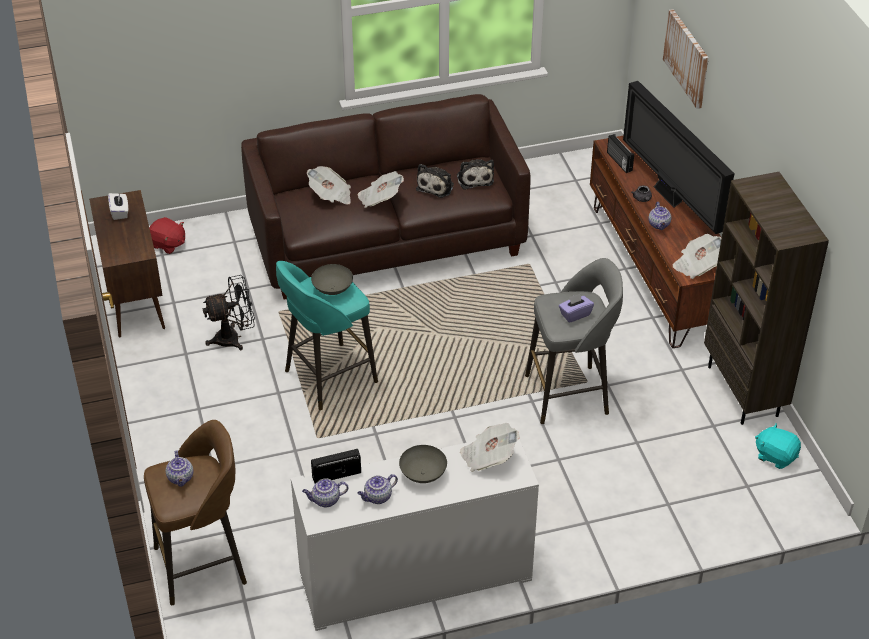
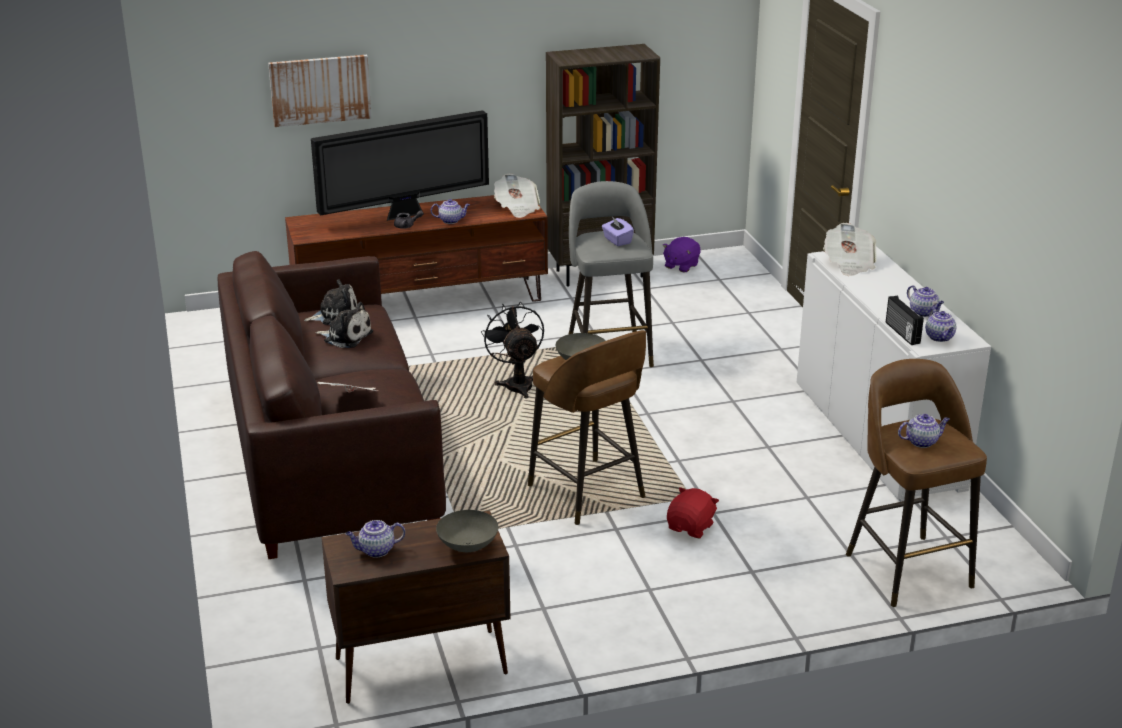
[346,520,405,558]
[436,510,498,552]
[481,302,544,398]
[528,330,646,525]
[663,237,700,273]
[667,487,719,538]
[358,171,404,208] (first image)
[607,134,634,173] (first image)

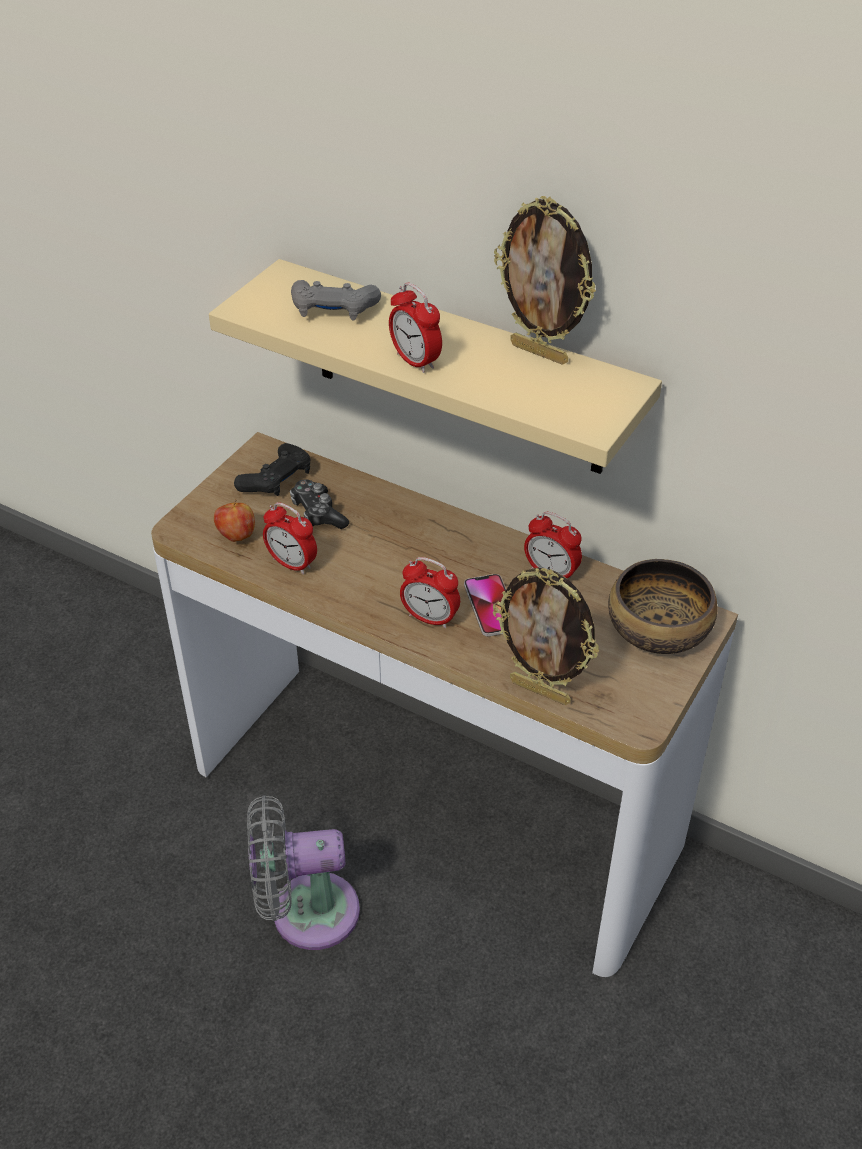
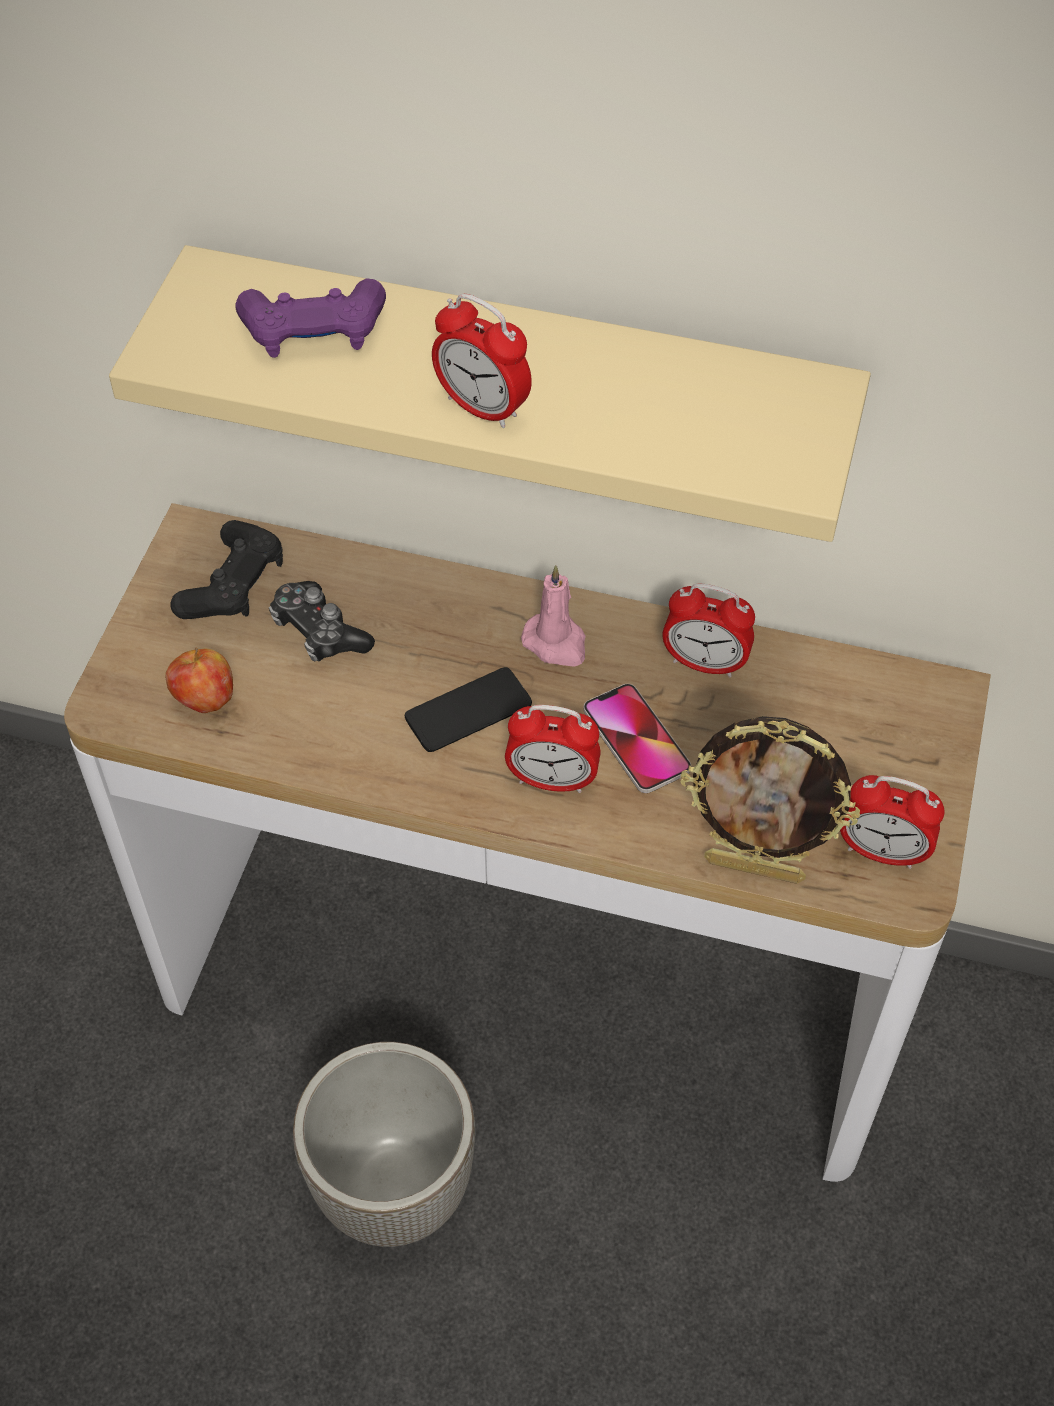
[235,278,386,358]
[293,1042,475,1247]
[405,667,532,752]
[521,565,586,667]
[840,775,944,869]
[494,196,596,365] (first image)
[608,559,718,654] (first image)

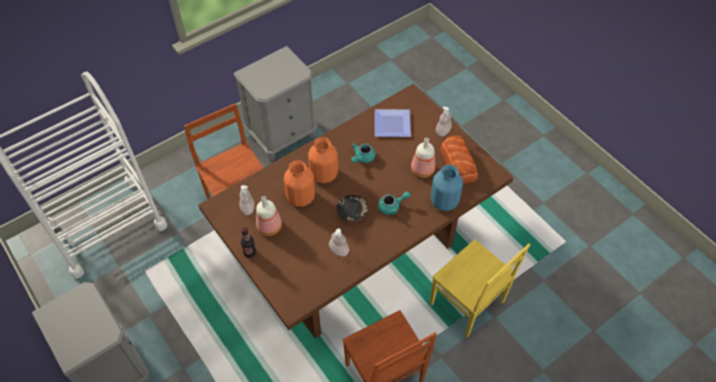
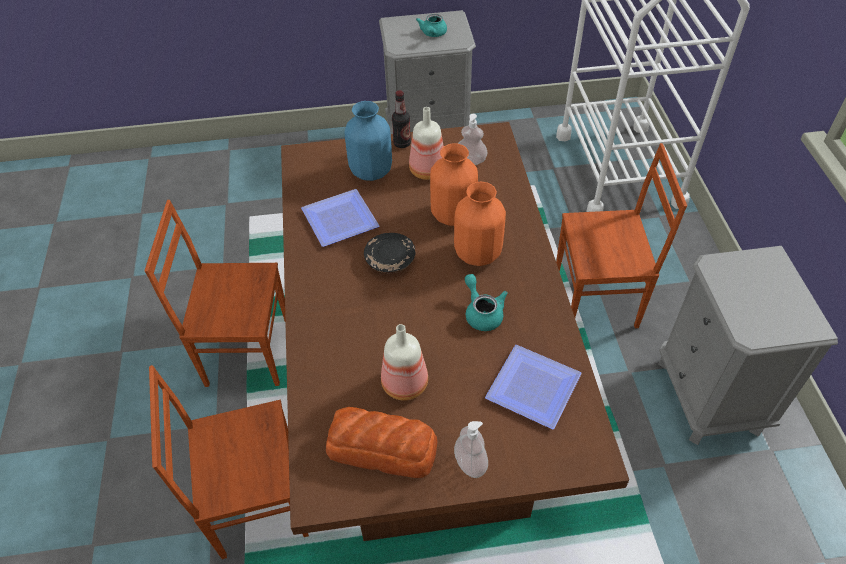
[149,365,309,559]
[301,189,379,247]
[344,101,392,181]
[416,14,447,37]

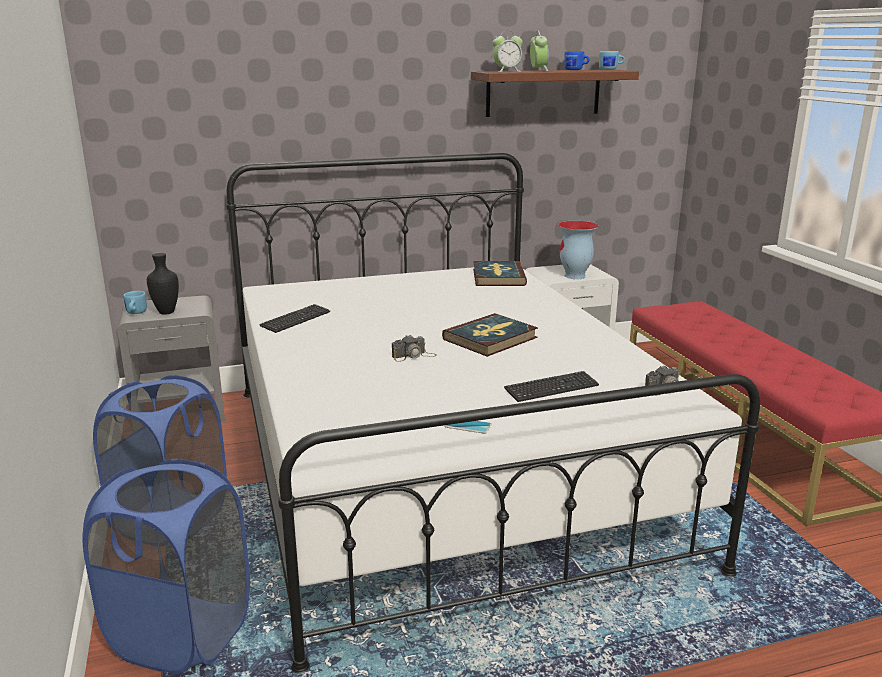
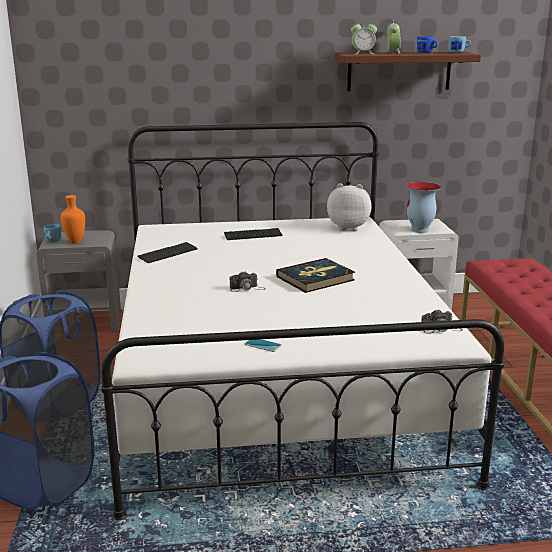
[61,195,85,244]
[224,228,282,240]
[327,183,372,231]

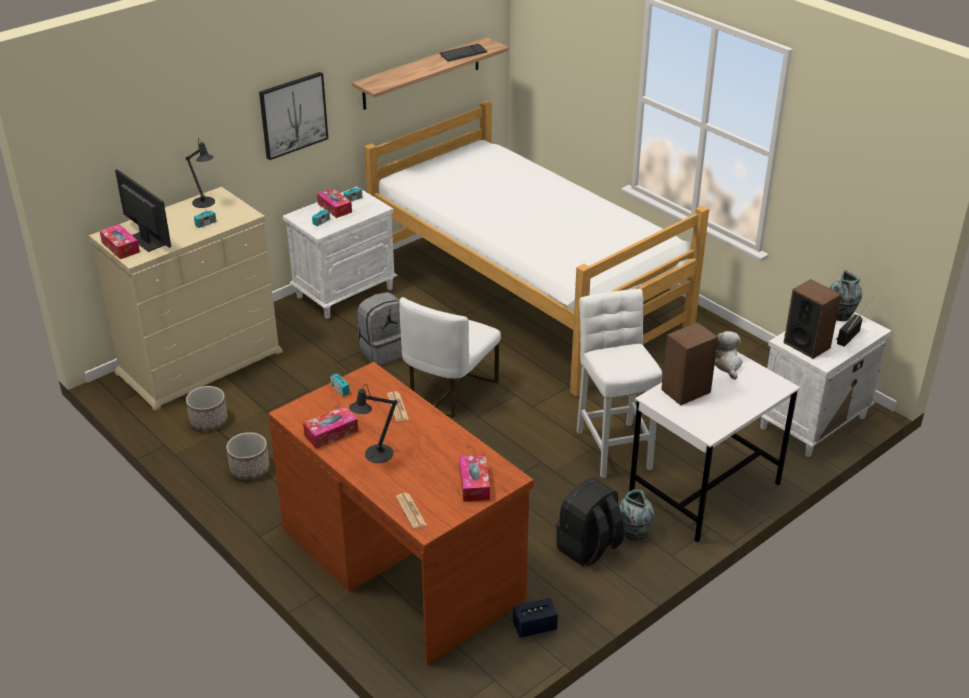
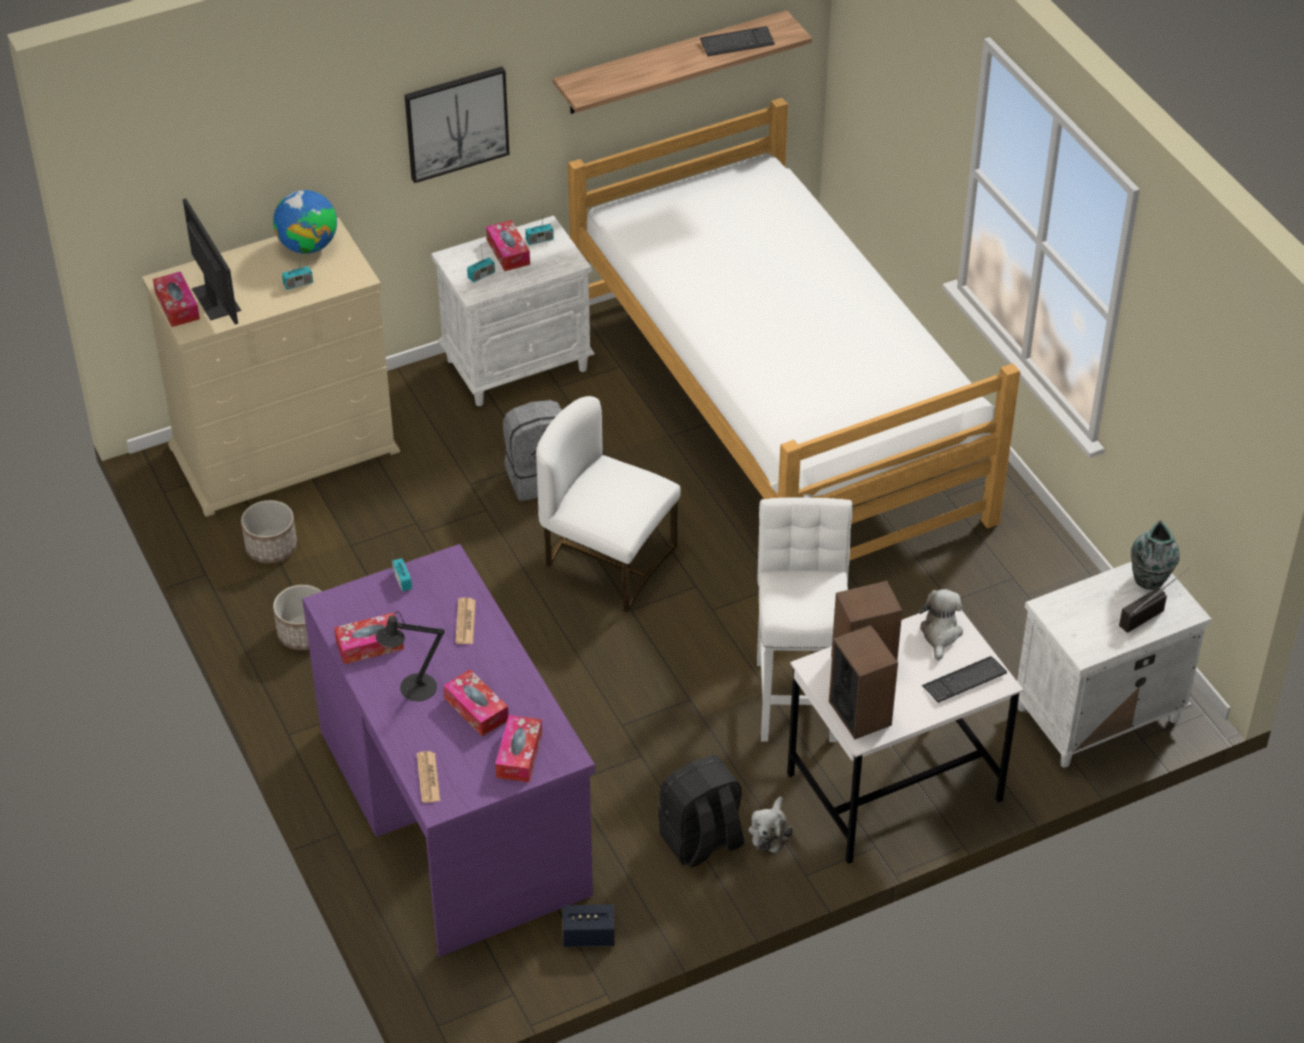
[273,190,337,254]
[302,544,595,957]
[444,669,508,736]
[536,396,681,612]
[749,796,793,853]
[829,625,898,739]
[922,656,1007,703]

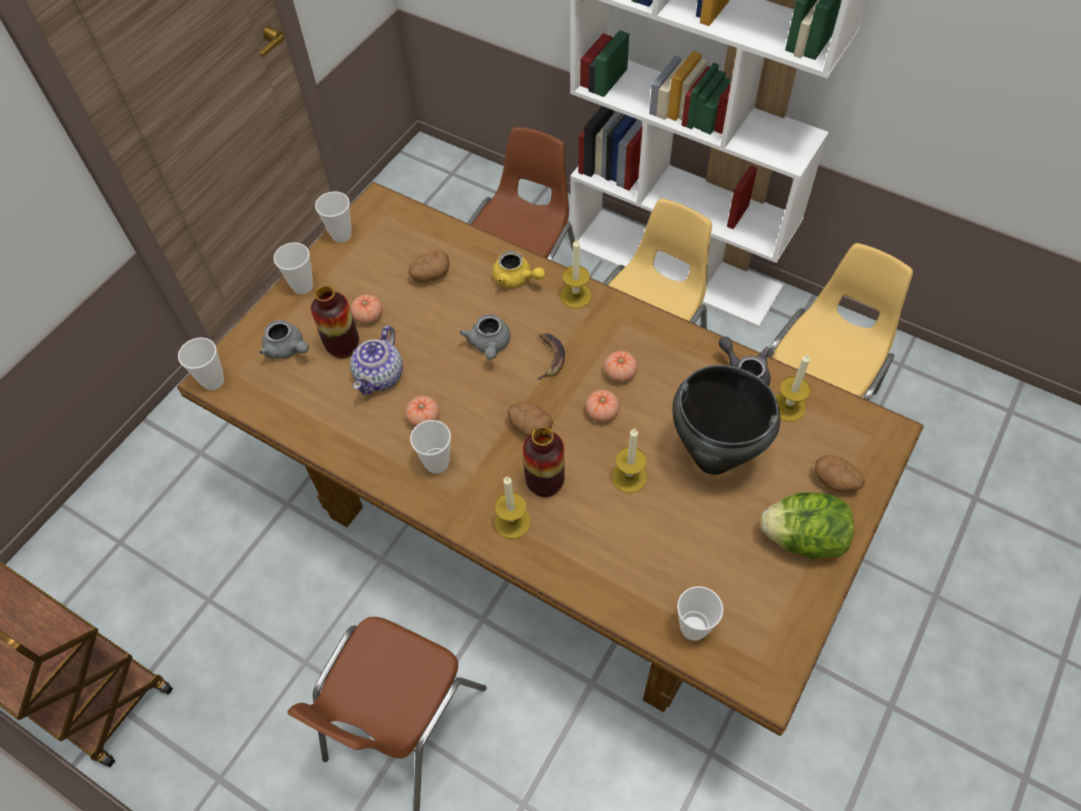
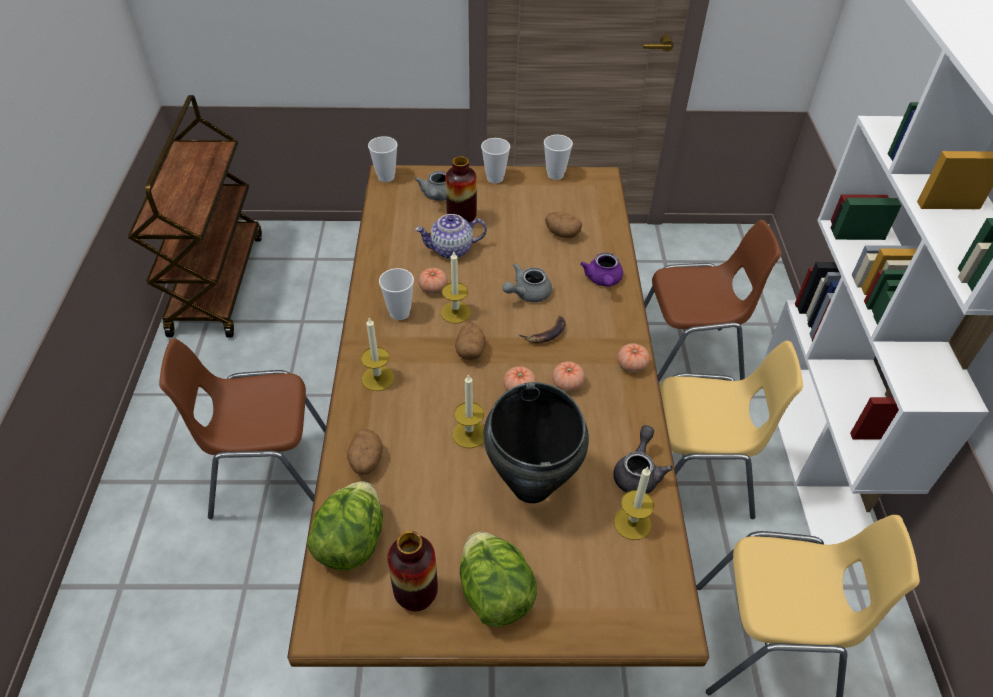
[307,481,383,571]
[347,429,383,475]
[387,531,438,611]
[441,252,471,323]
[580,252,623,287]
[617,343,650,373]

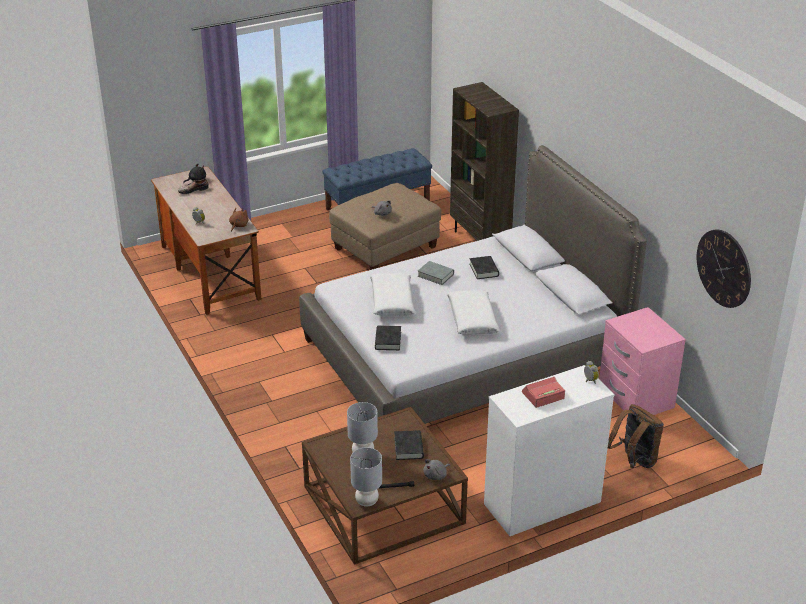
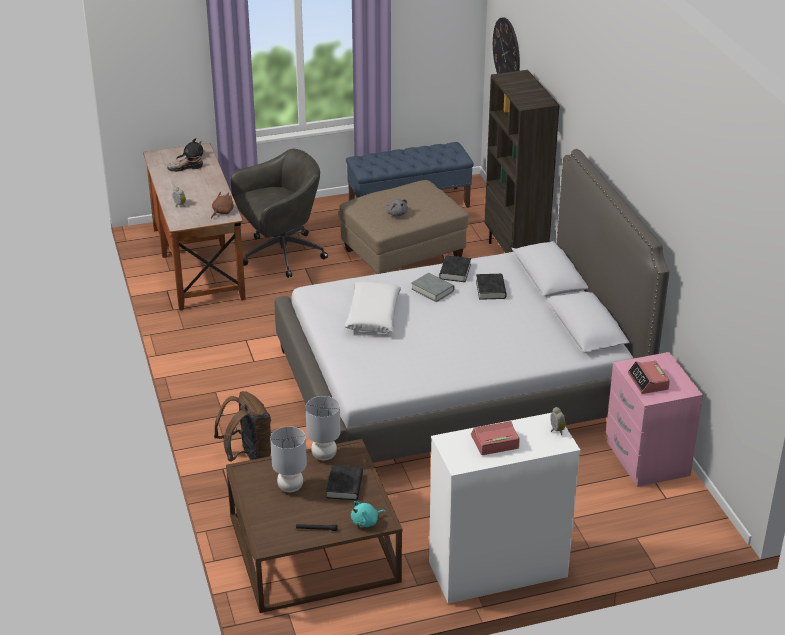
[214,391,271,461]
[231,149,328,278]
[305,396,341,461]
[351,501,386,527]
[439,255,471,282]
[493,17,520,74]
[628,360,670,394]
[447,290,500,335] (first image)

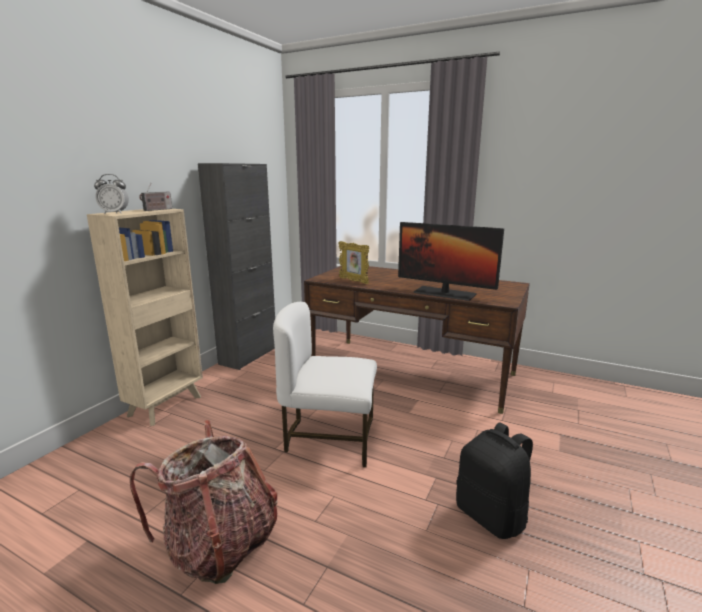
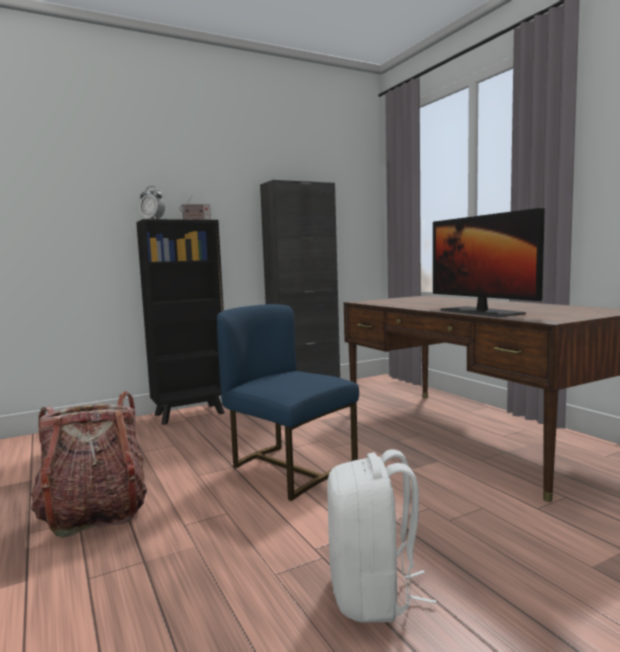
[136,219,225,425]
[217,304,359,501]
[327,449,437,623]
[339,241,369,284] (first image)

